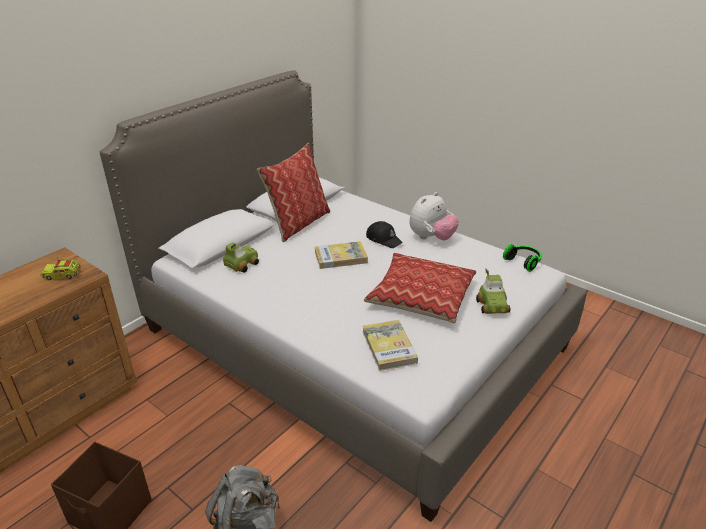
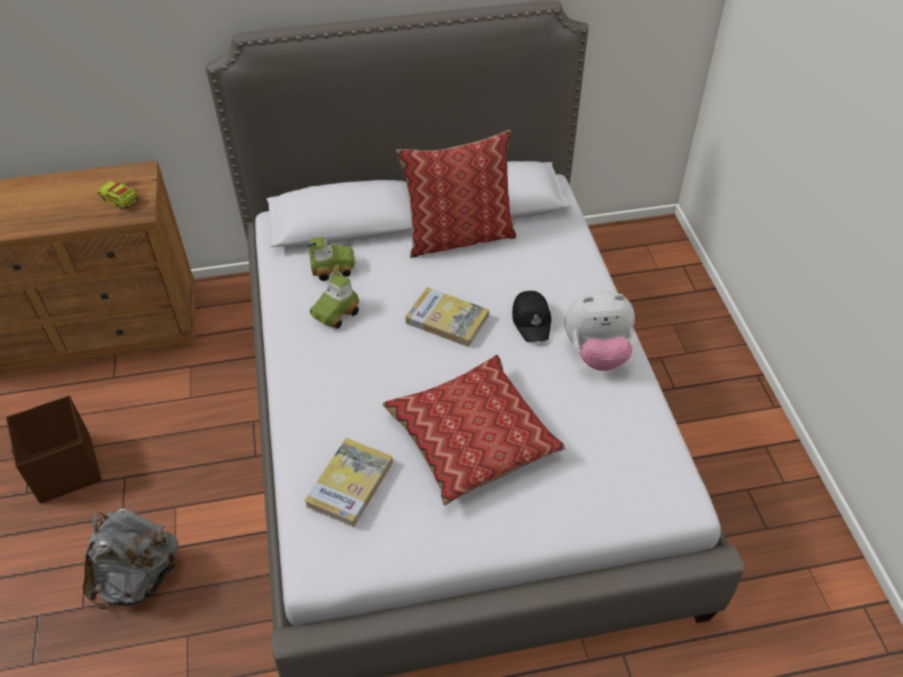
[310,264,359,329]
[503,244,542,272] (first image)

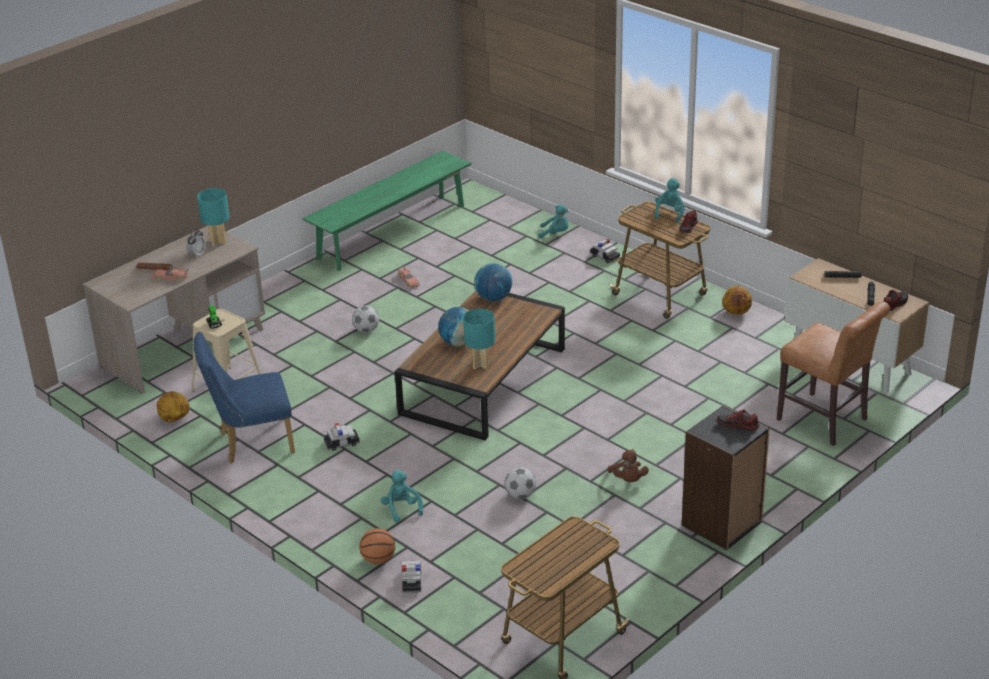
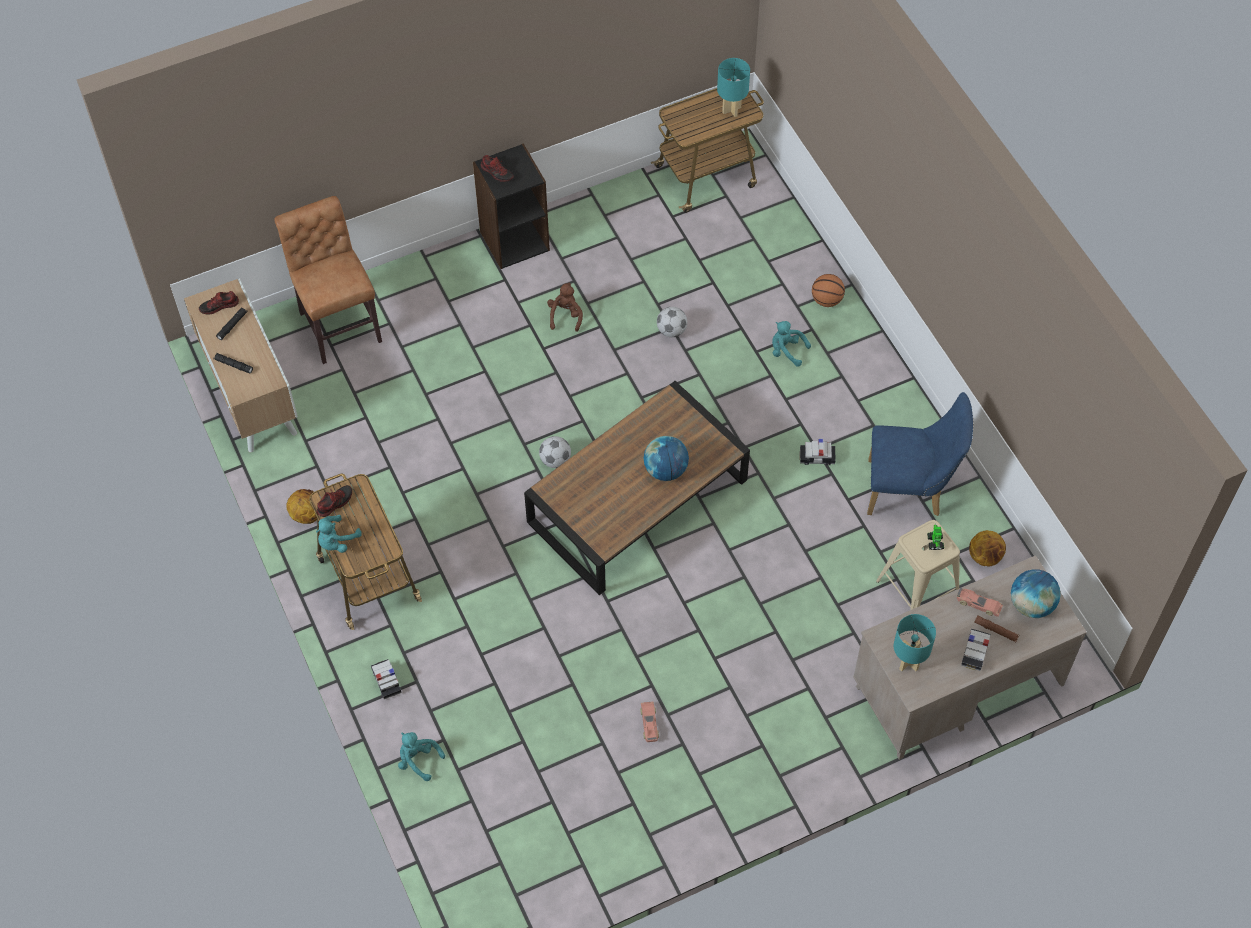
[539,436,571,468]
[717,58,750,117]
[772,321,811,367]
[961,629,990,671]
[1011,569,1061,618]
[187,229,206,257] (first image)
[302,151,471,271] (first image)

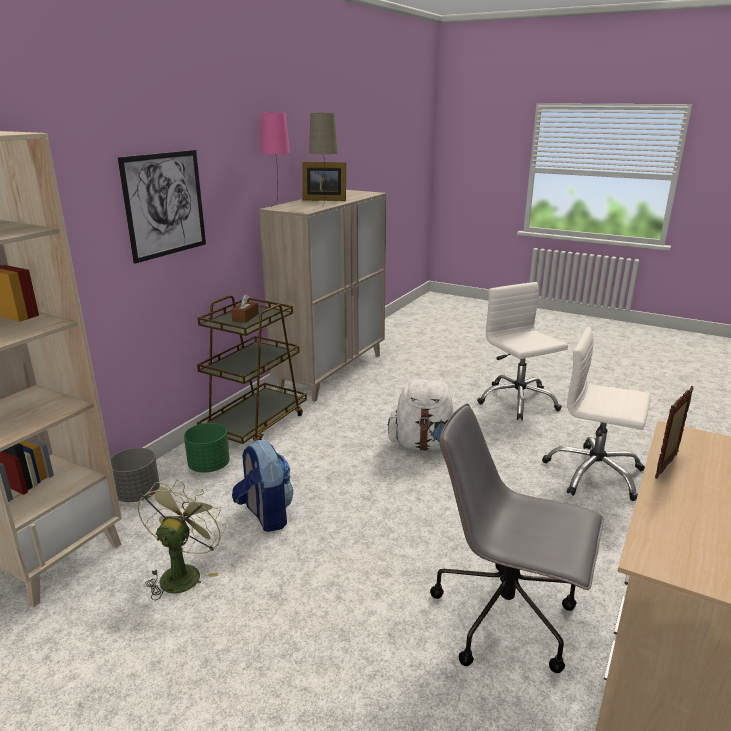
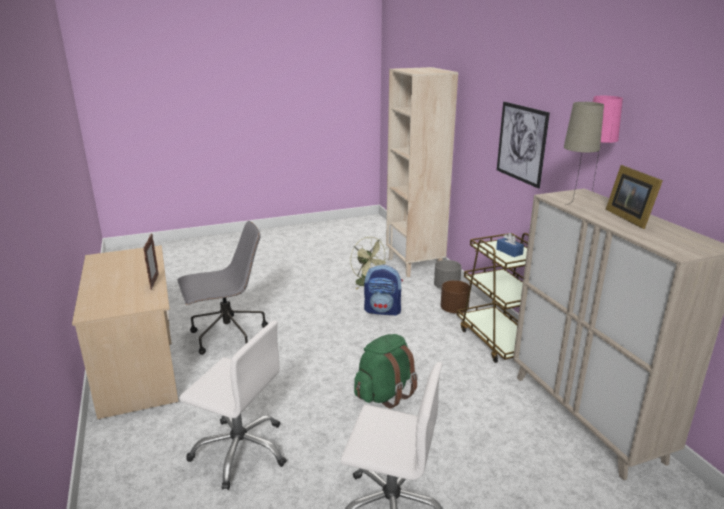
[179,321,287,490]
[354,334,418,408]
[441,280,470,313]
[496,233,524,257]
[606,165,663,229]

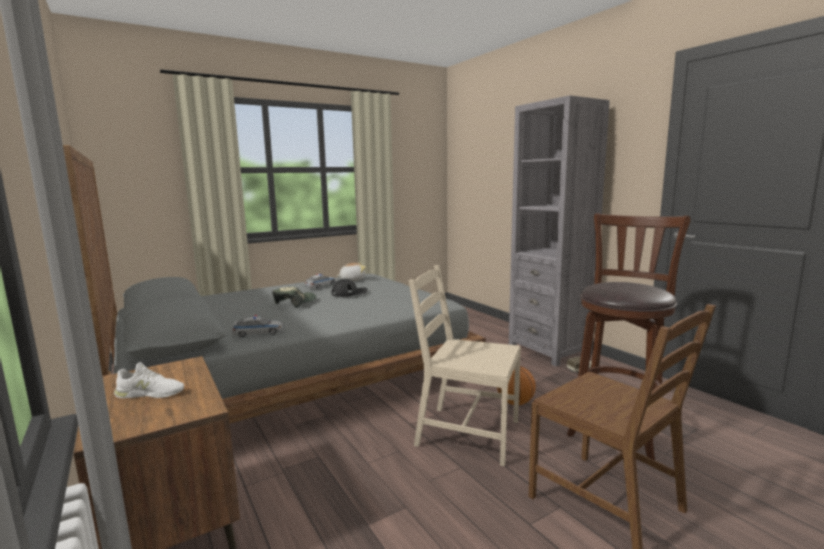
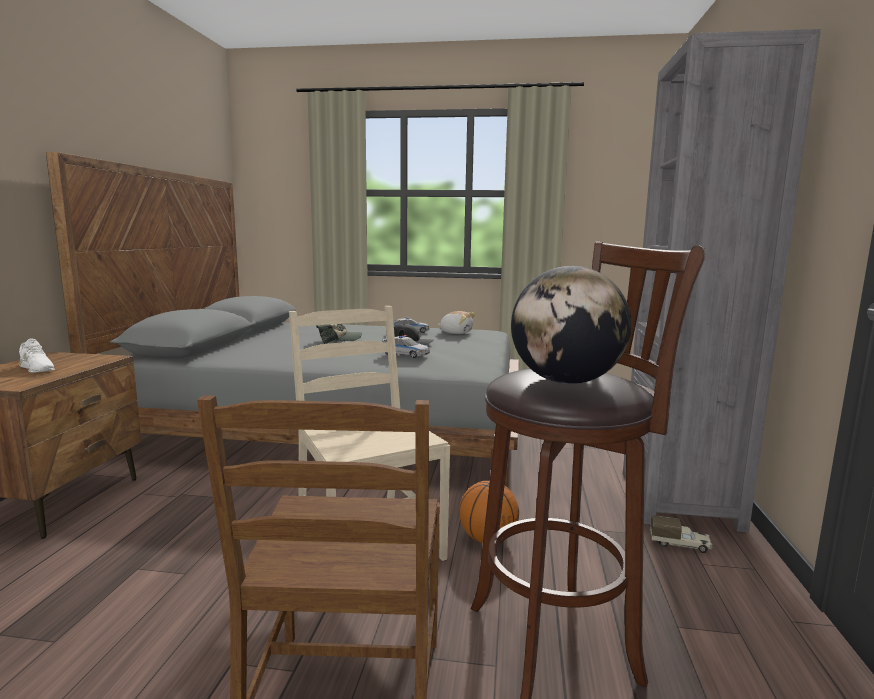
[382,335,430,358]
[511,266,631,384]

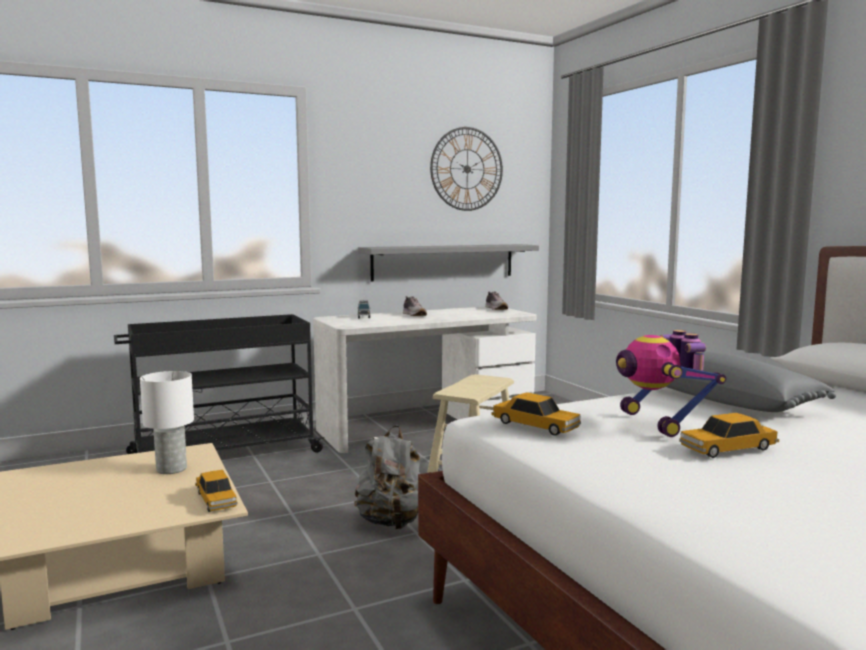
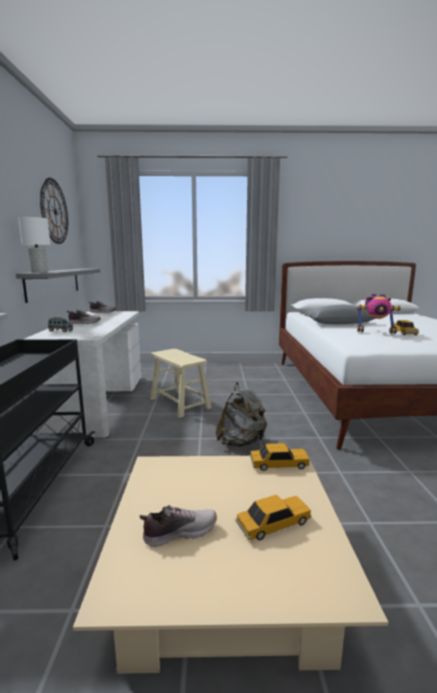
[18,217,51,273]
[139,505,217,547]
[235,495,311,540]

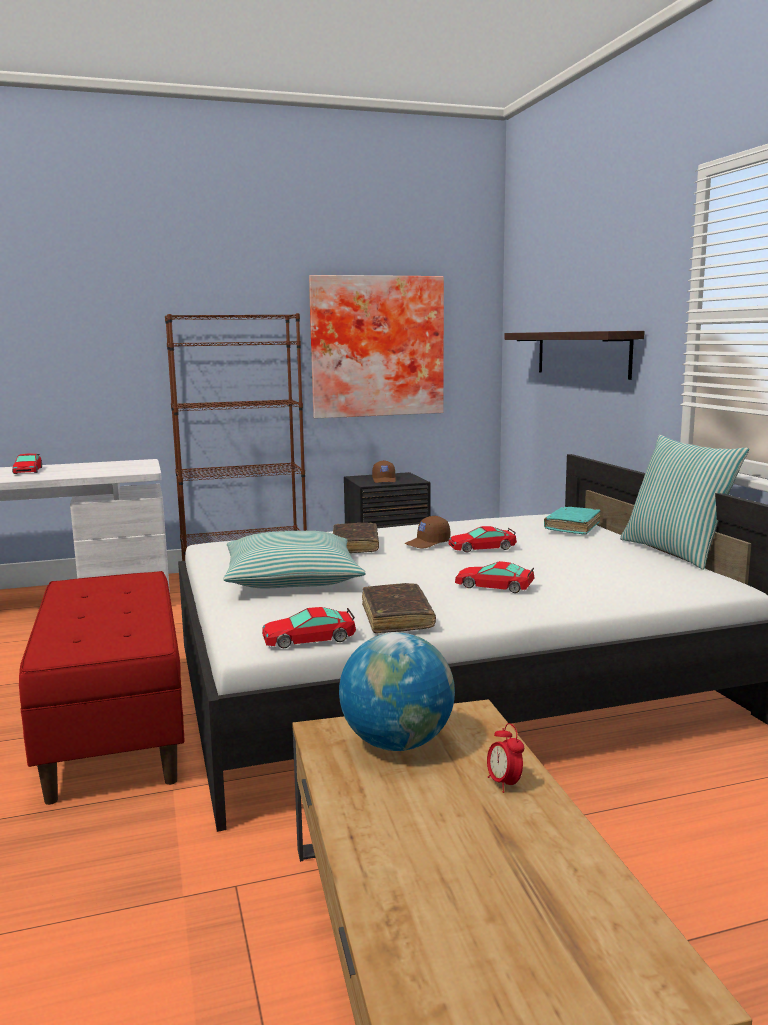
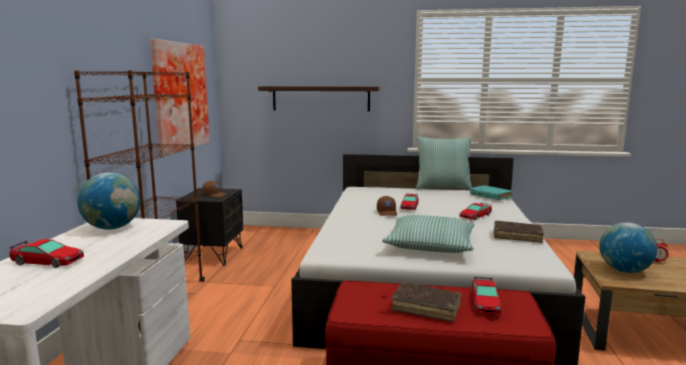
[77,173,140,230]
[391,282,462,322]
[470,185,512,200]
[471,277,501,314]

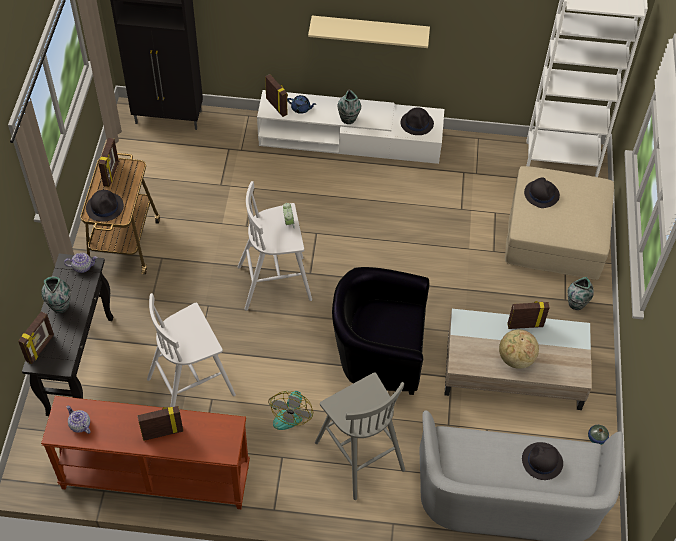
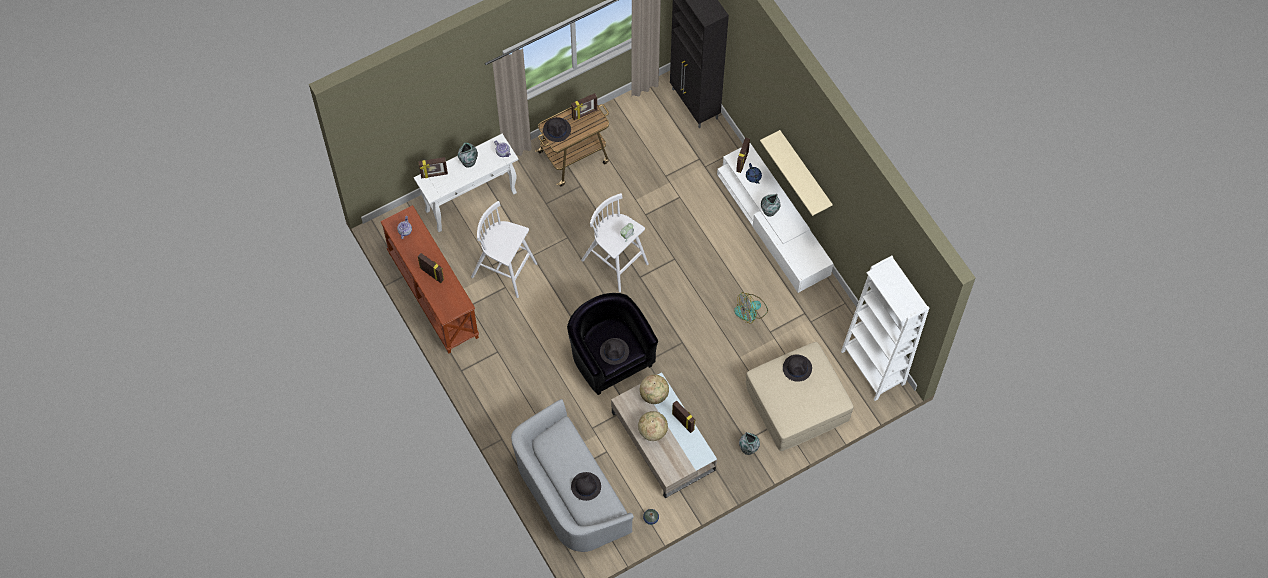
[414,134,518,232]
[600,338,629,365]
[640,374,669,404]
[734,292,768,324]
[315,372,405,500] (first image)

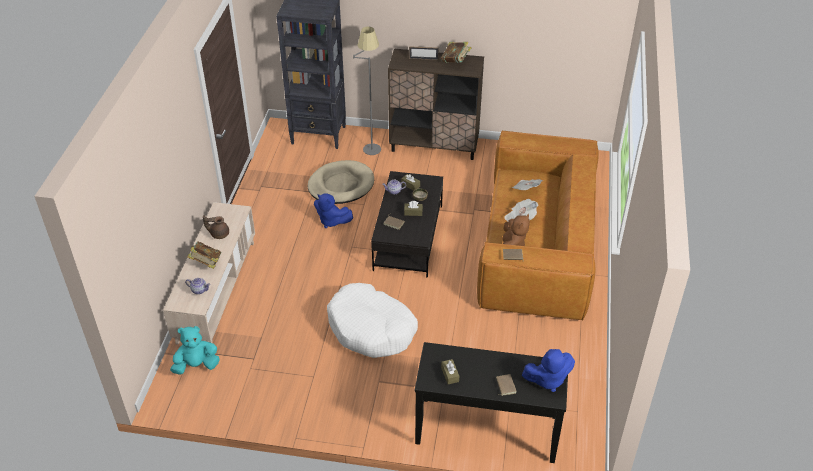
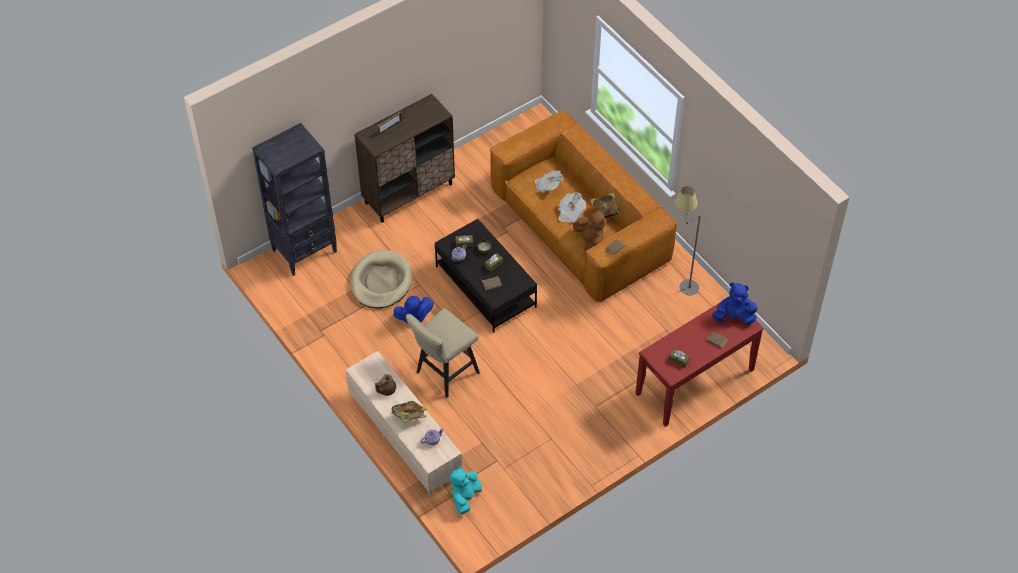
[406,308,480,397]
[590,193,620,218]
[635,303,764,427]
[675,186,701,295]
[712,283,758,326]
[327,283,418,358] (first image)

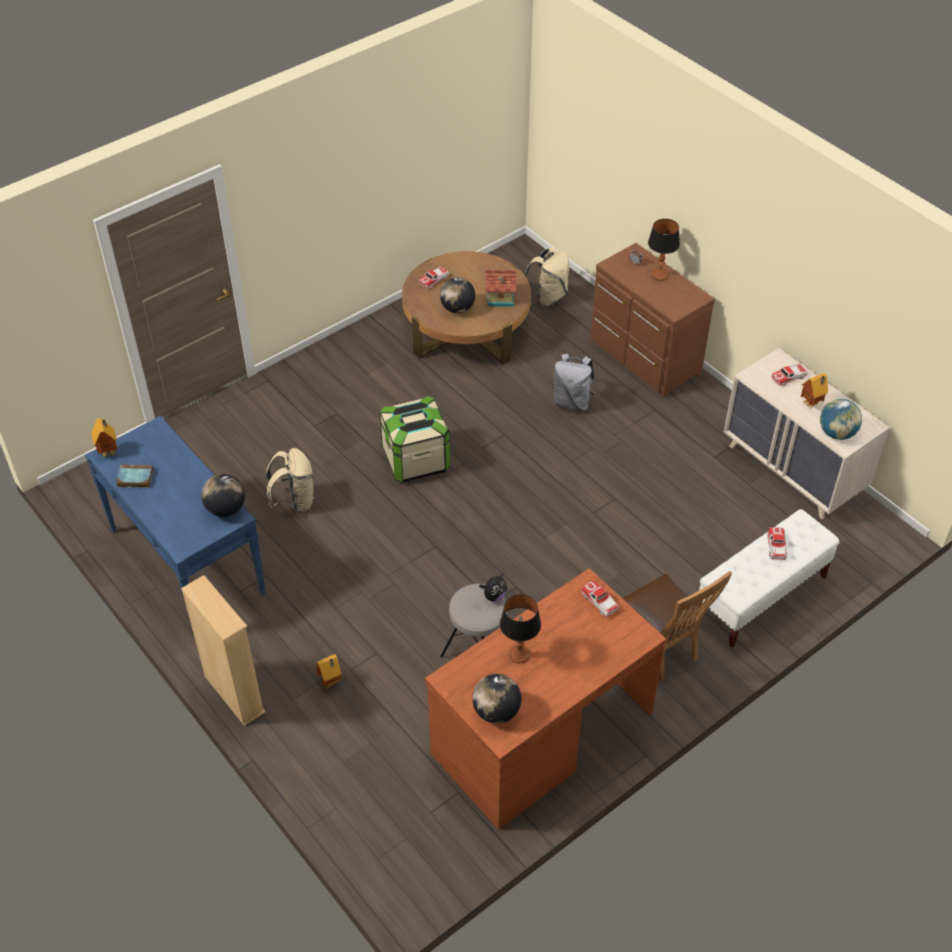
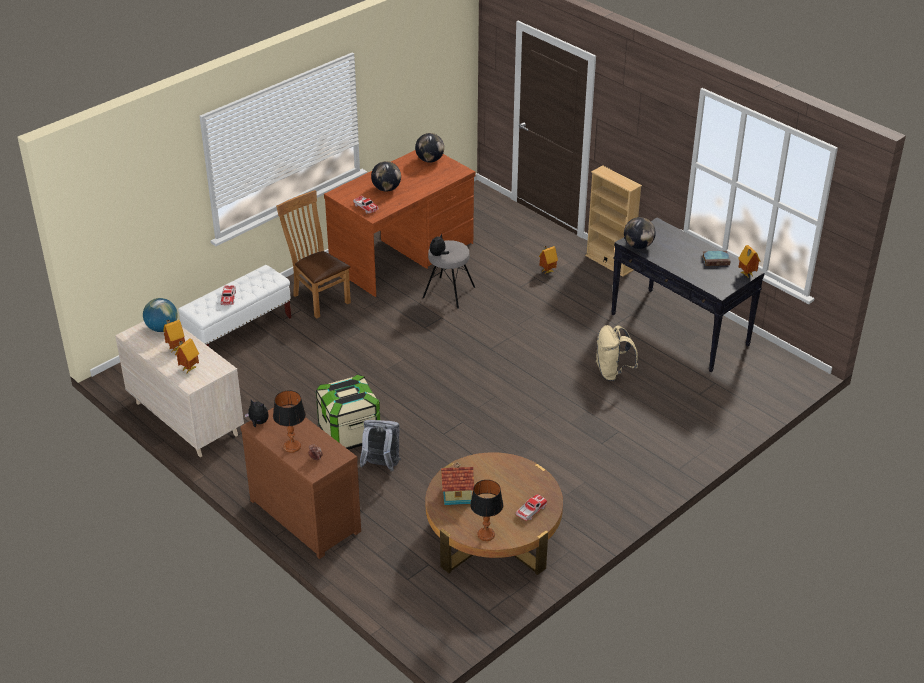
[175,338,199,373]
[245,400,269,427]
[316,375,380,450]
[371,161,401,192]
[470,480,503,541]
[611,217,765,372]
[525,247,569,307] (first image)

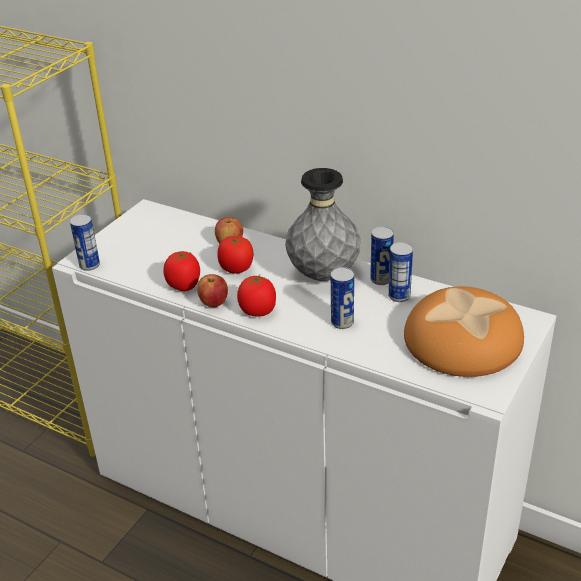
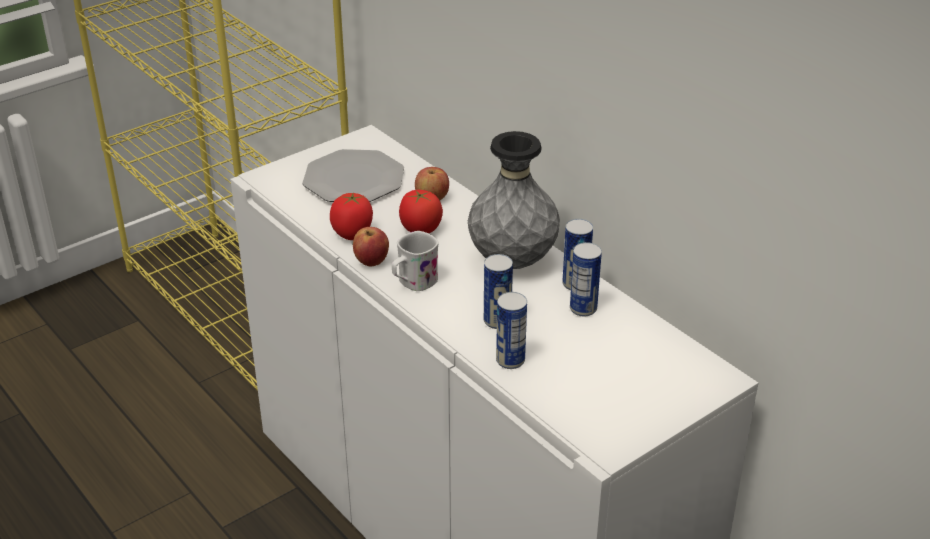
[302,149,404,202]
[392,231,439,291]
[496,292,527,369]
[404,286,524,377] (first image)

